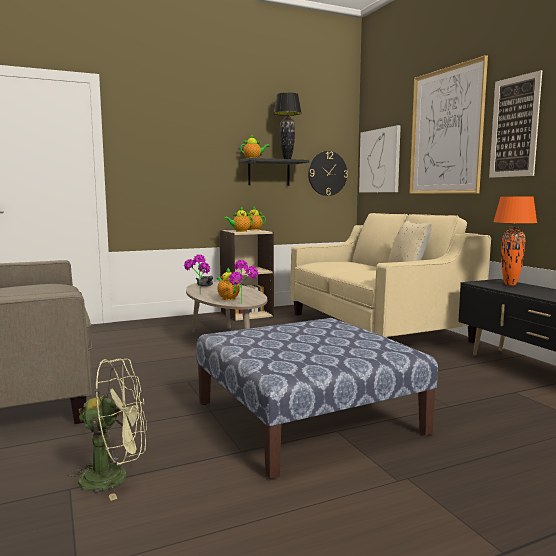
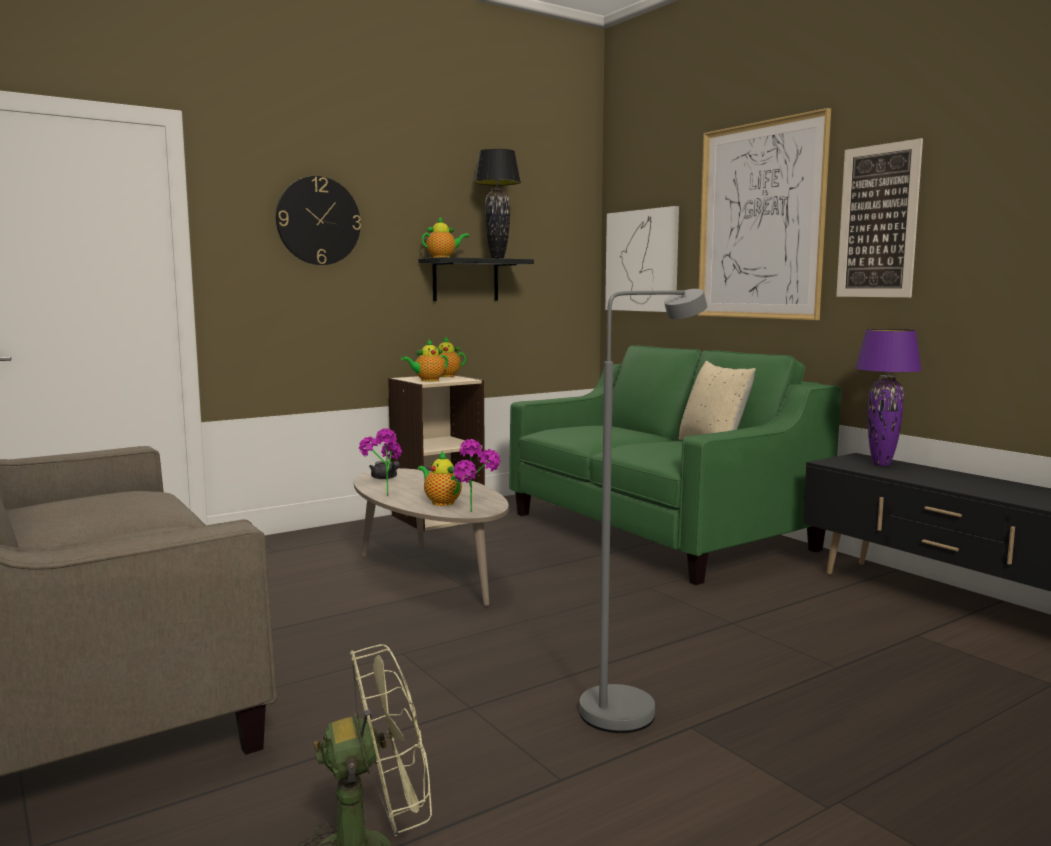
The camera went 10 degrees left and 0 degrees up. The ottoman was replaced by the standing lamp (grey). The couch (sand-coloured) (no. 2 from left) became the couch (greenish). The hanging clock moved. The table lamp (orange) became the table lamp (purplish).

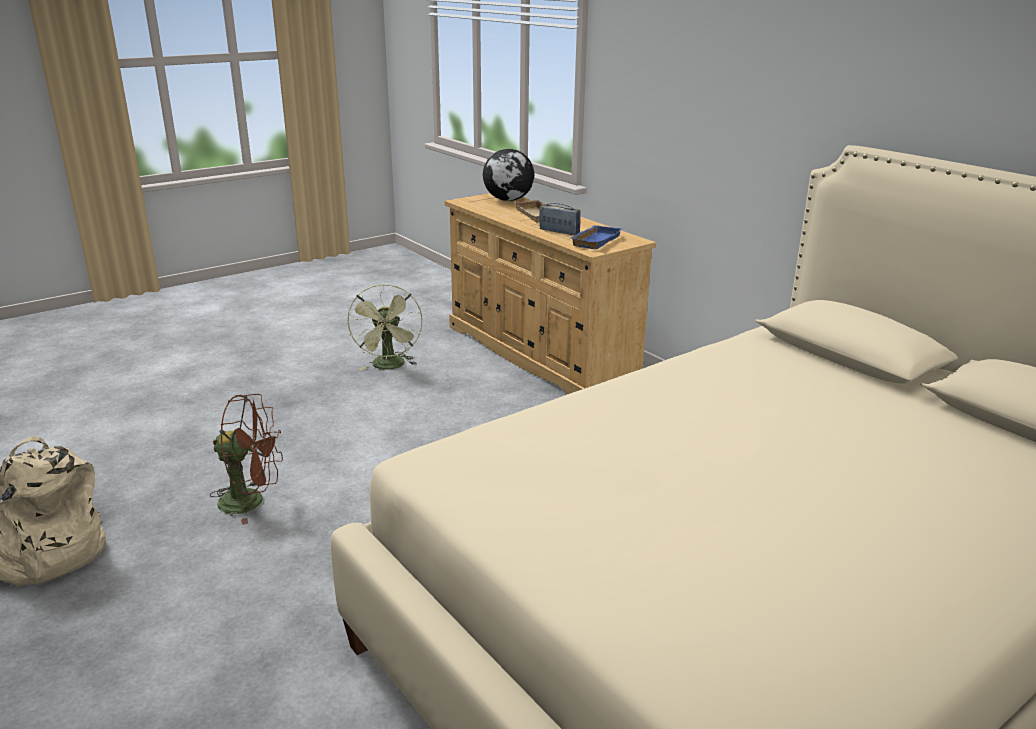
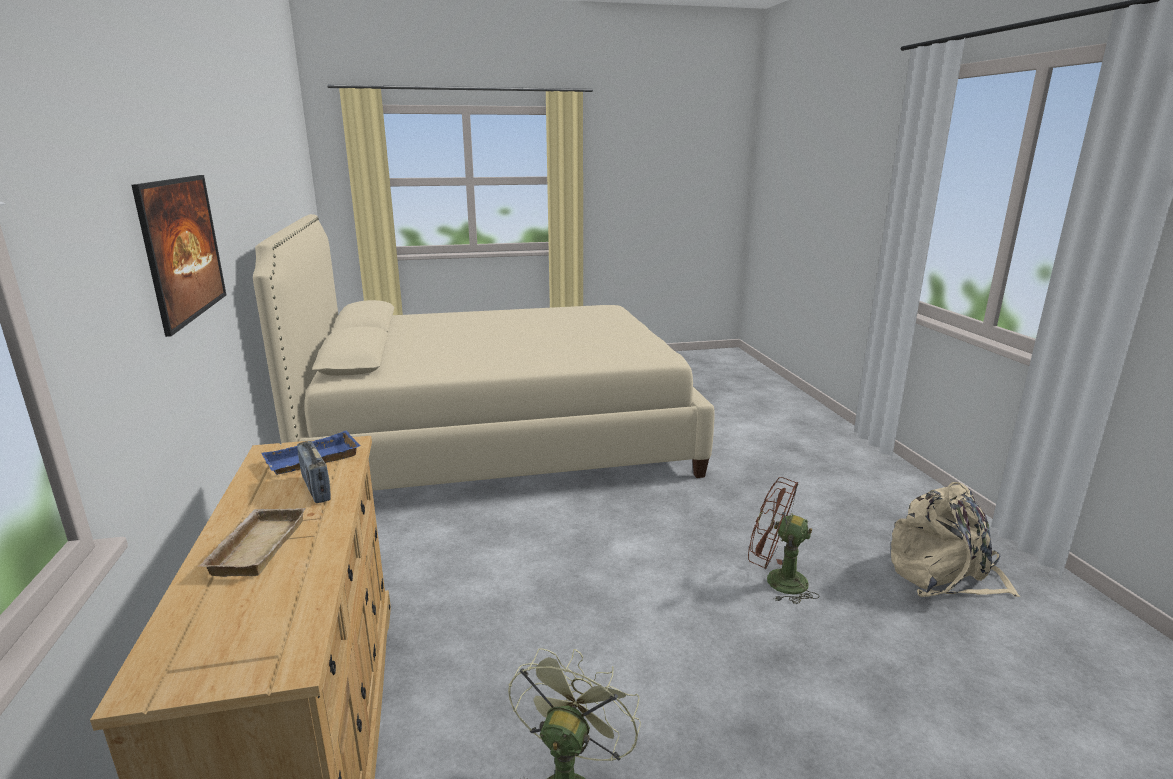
The camera went 155 degrees left and 5 degrees down. The world globe disappeared. The picture appeared.

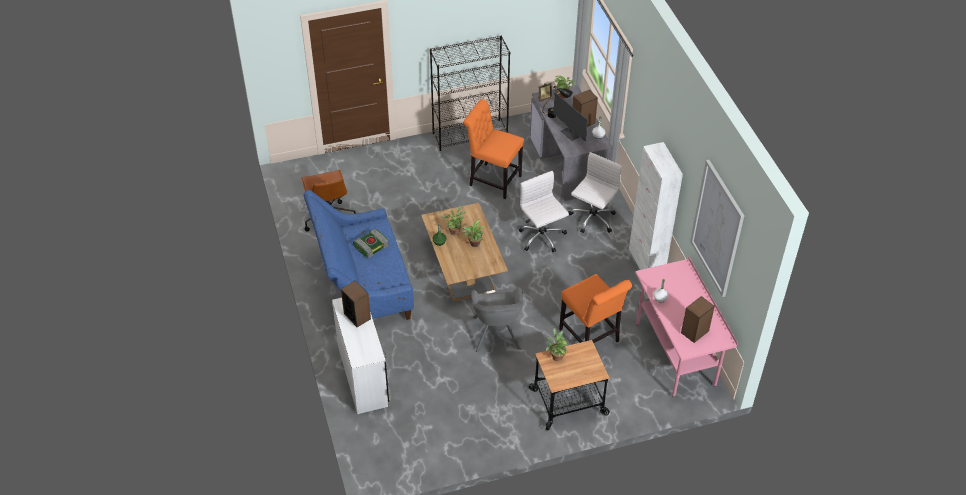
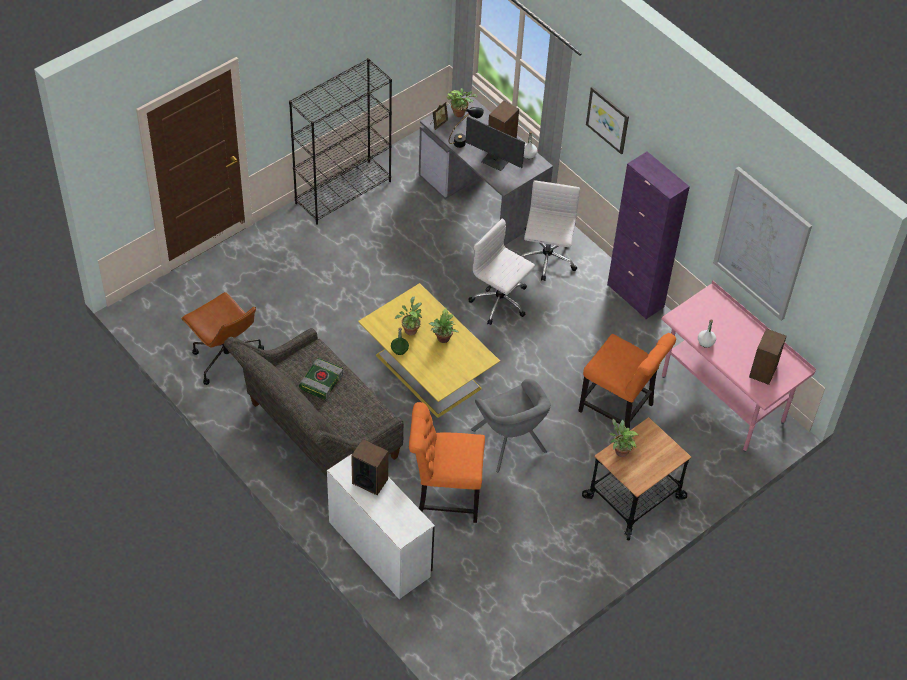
The camera went 25 degrees left and 5 degrees up. The couch (bluish) became the couch (grey). The coffee table (brown) became the coffee table (yellow-coloured). The chair (orange) (no. 1 from left) moved. The cupboard (white) became the cupboard (purplish). The picture (no. 1 from left) appeared.

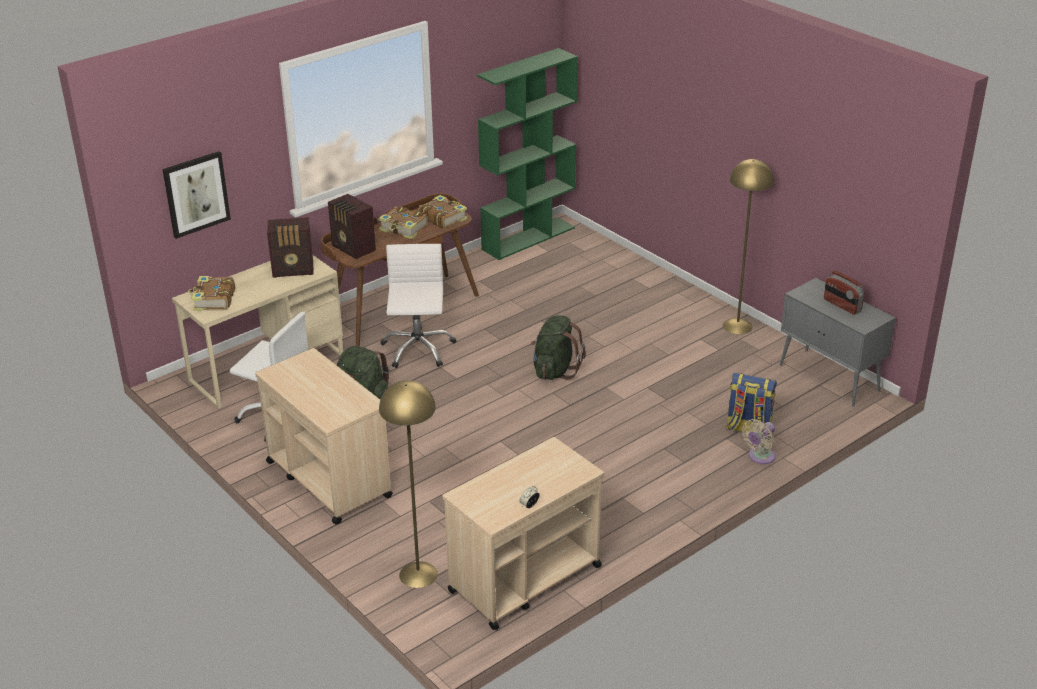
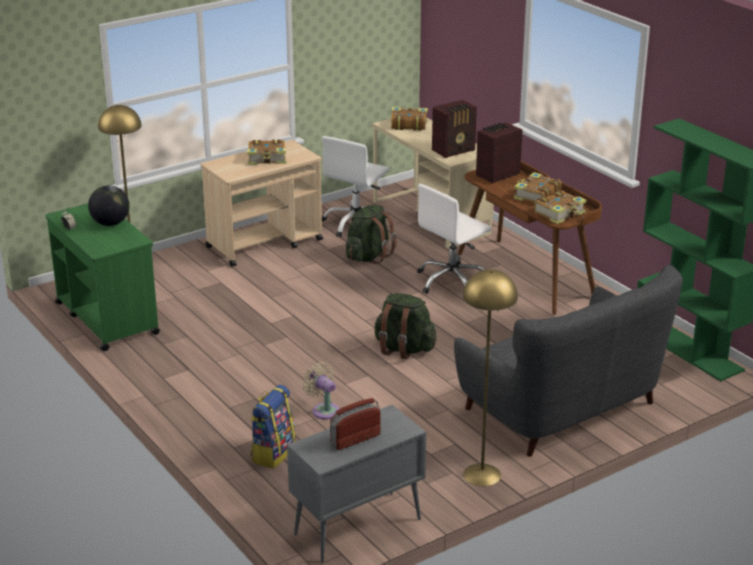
The camera went 95 degrees right and 5 degrees down. The picture disappeared. The radio (no. 1 from left in the first image) turned 120 degrees counterclockwise. The computer chair (white) (no. 2 from left) turned 135 degrees clockwise. The cart (sand-coloured) (no. 2 from left) became the cart (greenish). The fan (sand-coloured) moved. The world globe appeared. The volume (no. 1 from left) appeared. The couch (grey) appeared.

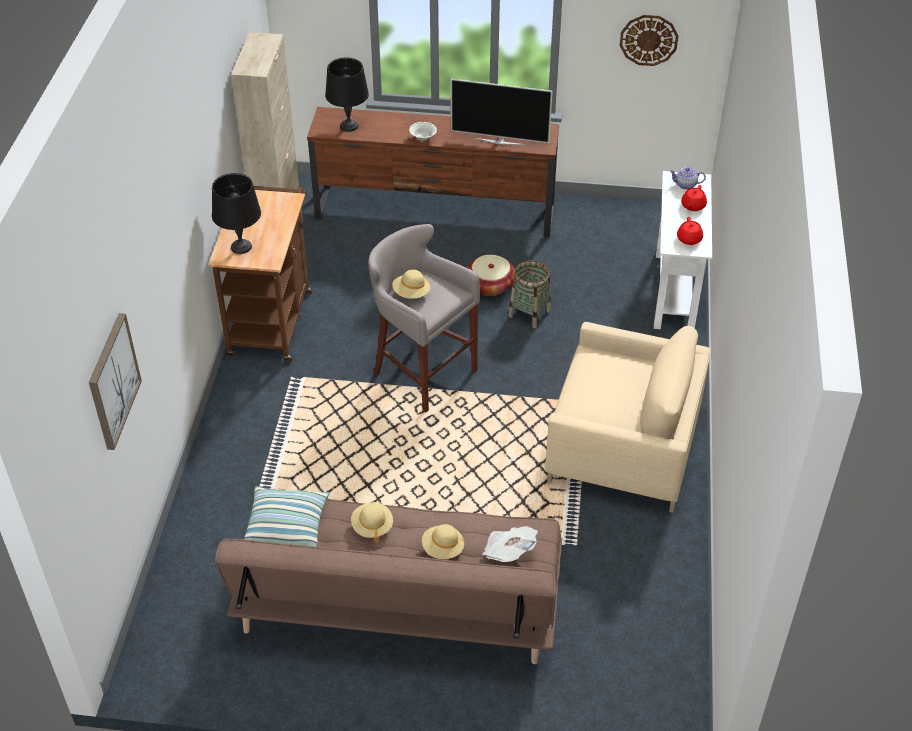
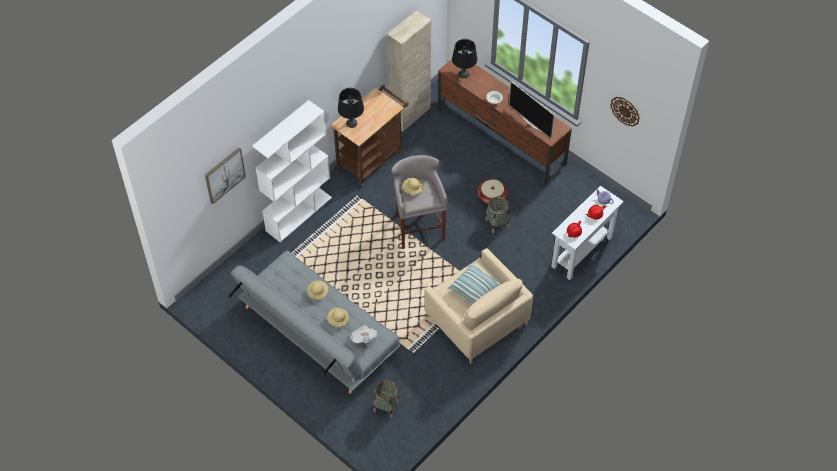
The camera went 35 degrees right and 10 degrees up. The couch (brown) became the couch (grey). The throw pillow moved. The bookcase (white) appeared. The basket (no. 1 from left) appeared.

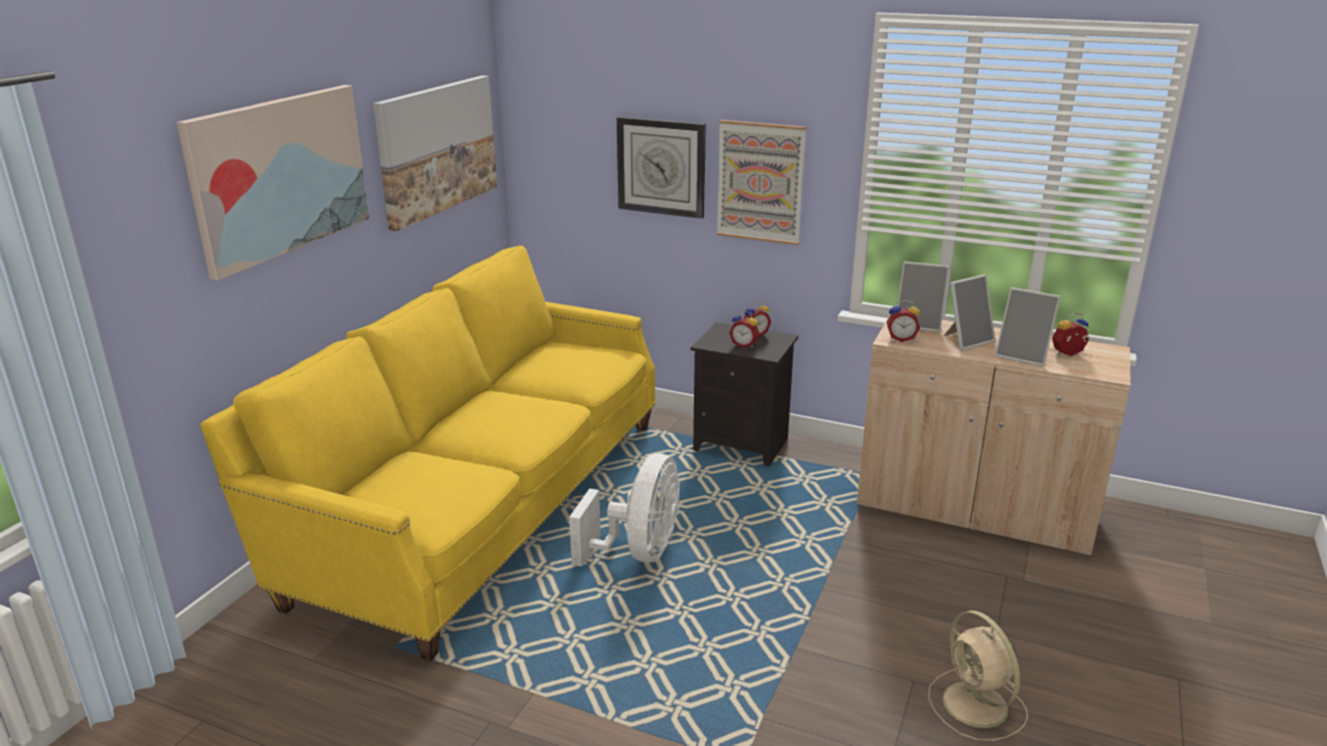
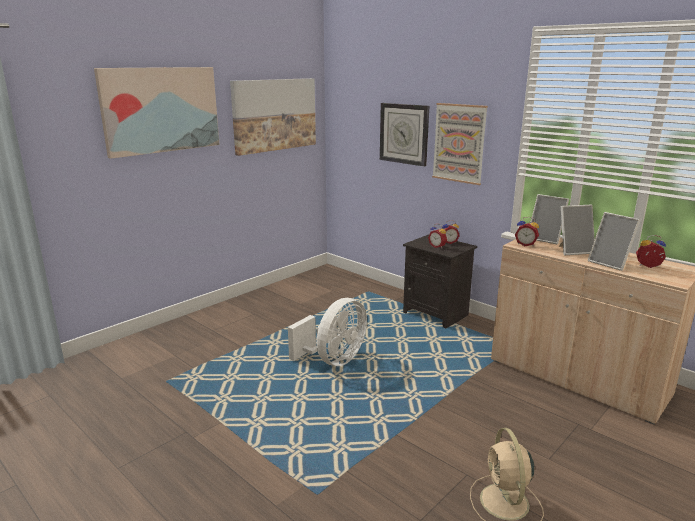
The camera went 20 degrees right and 5 degrees down. The couch (yellow-coloured) disappeared.

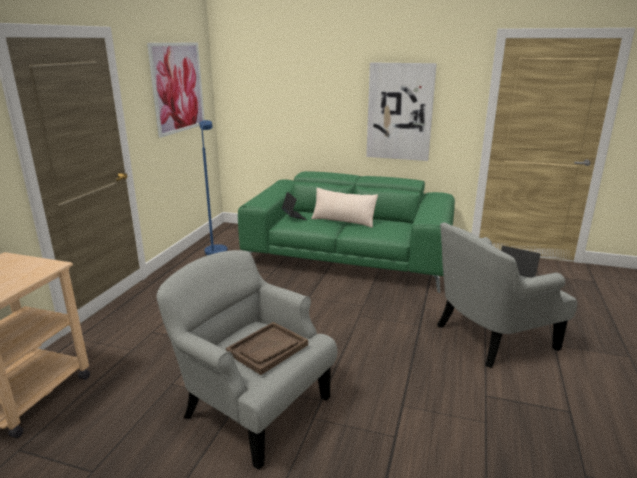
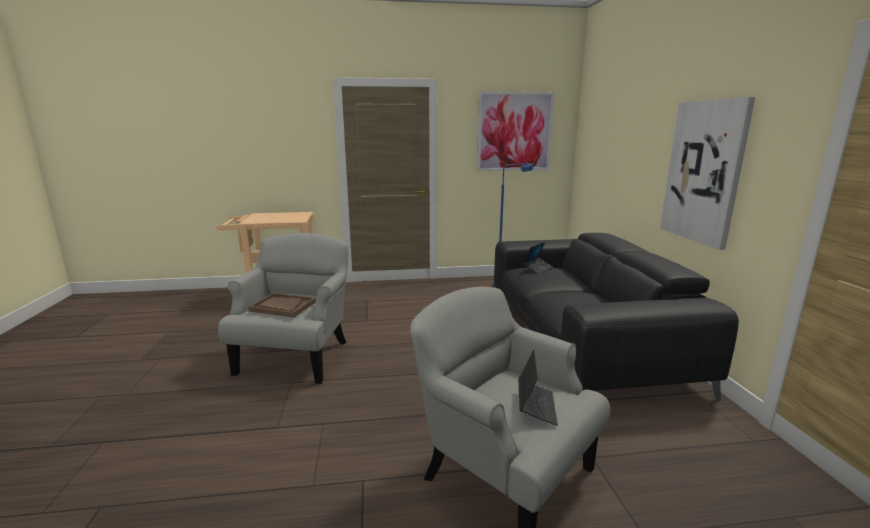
The camera went 65 degrees right and 5 degrees down. The couch (greenish) became the couch (black). The throw pillow (sand-coloured) disappeared.

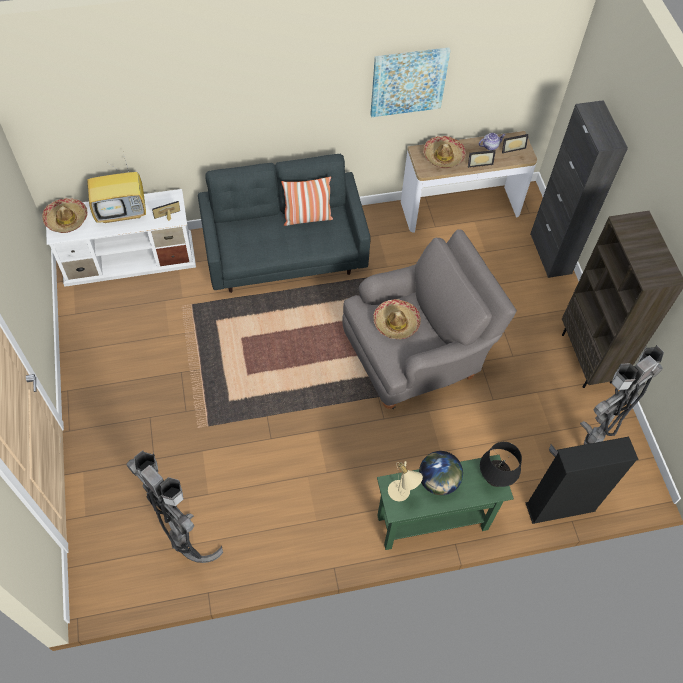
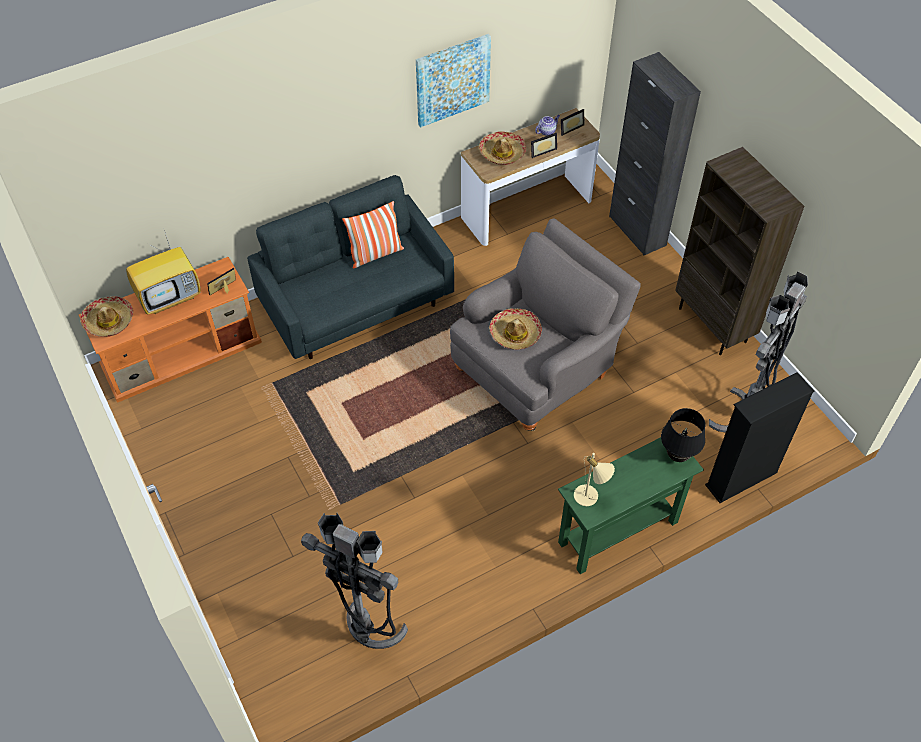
The camera went 15 degrees left and 5 degrees down. The media console (white) became the media console (orange). The world globe disappeared.

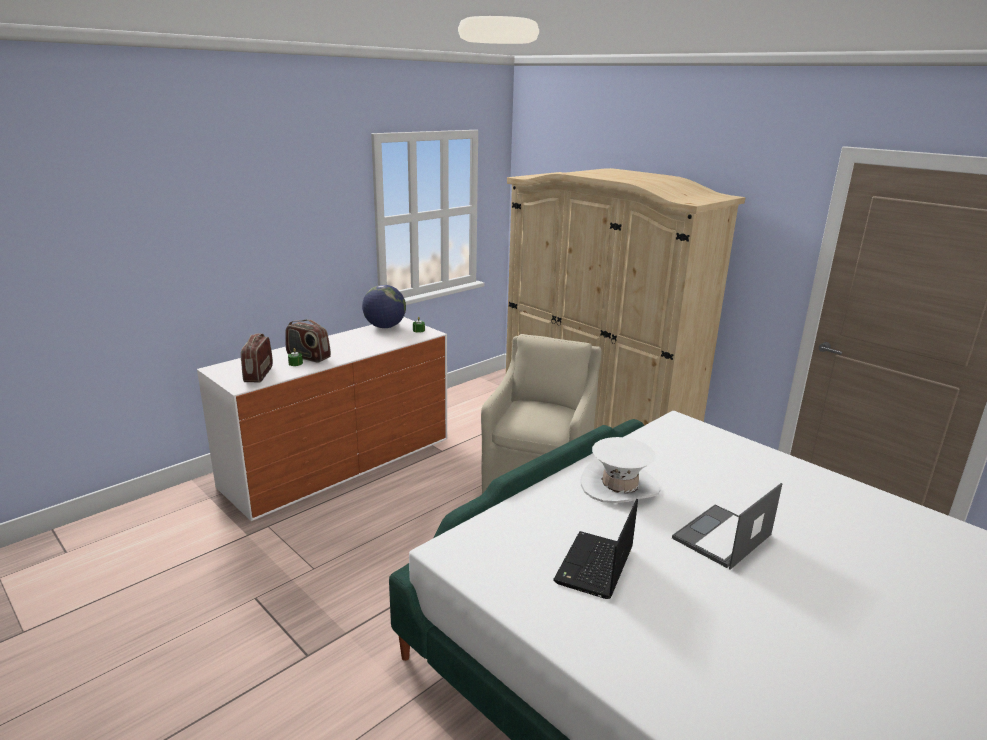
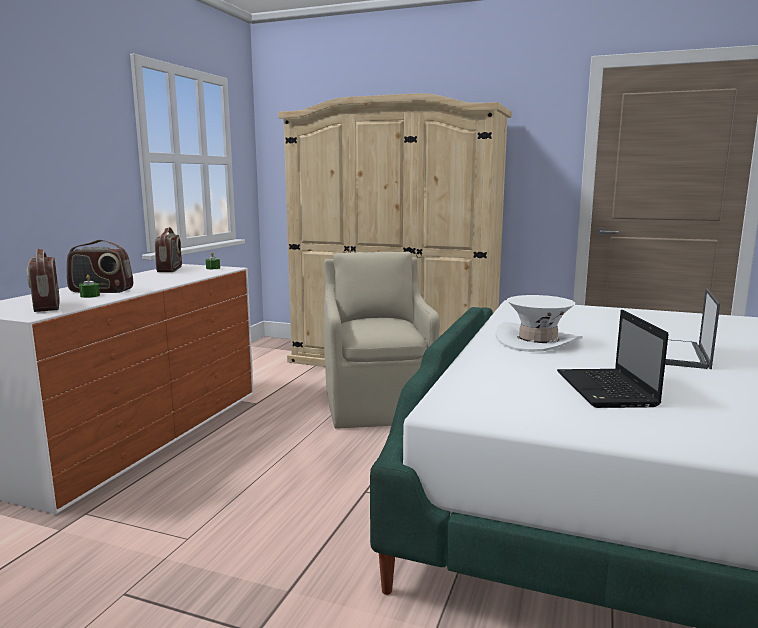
The camera went 25 degrees left and 10 degrees down. The world globe was replaced by the radio (no. 3 from left).

